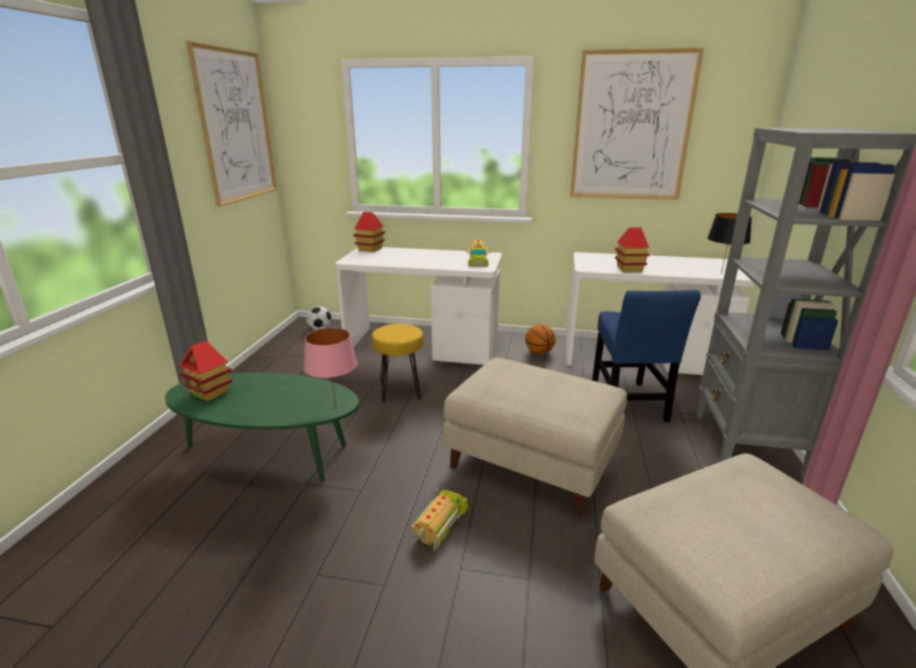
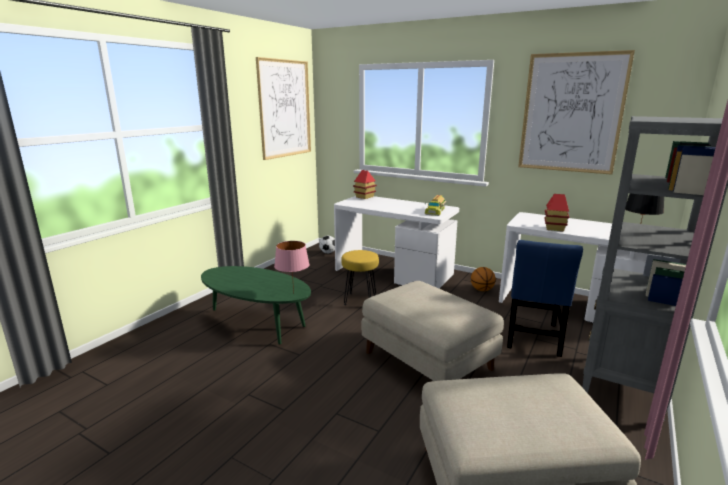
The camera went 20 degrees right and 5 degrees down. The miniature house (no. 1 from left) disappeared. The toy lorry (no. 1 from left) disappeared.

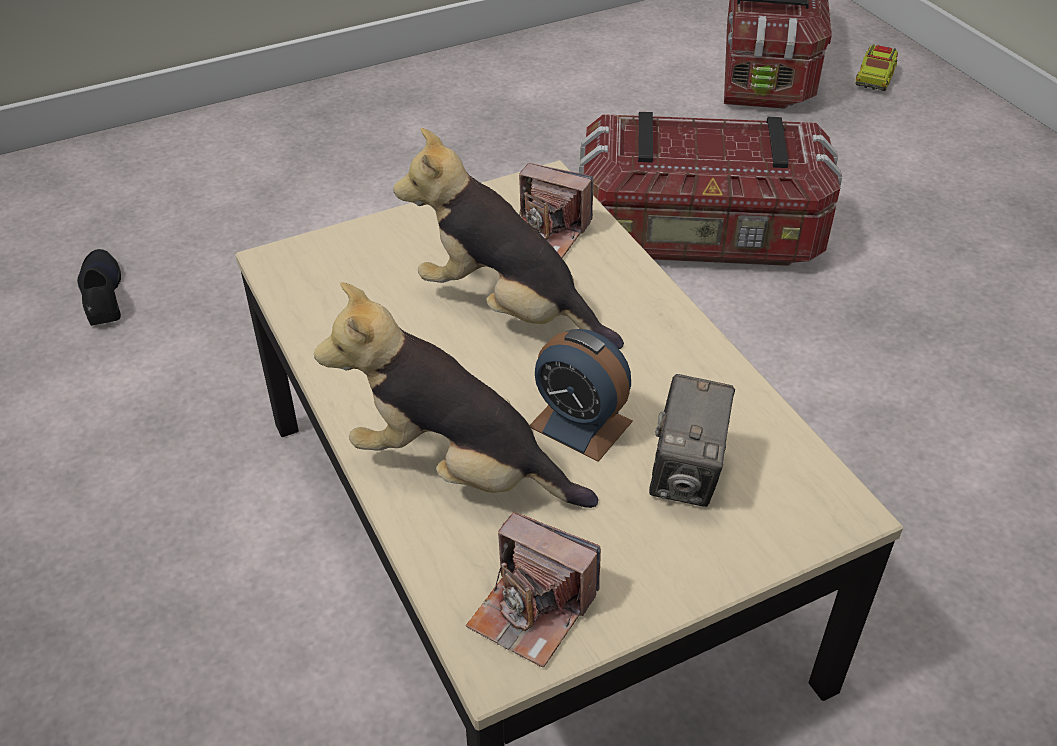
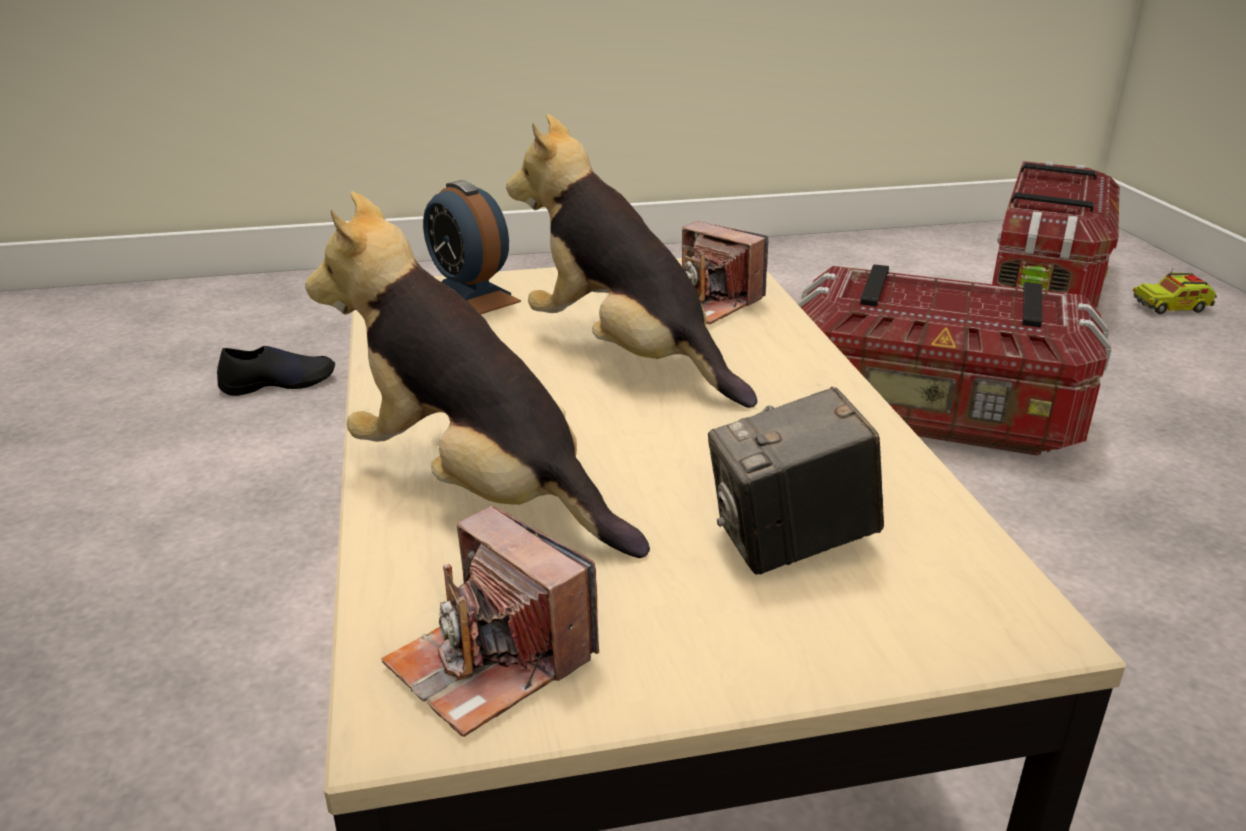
The camera went 15 degrees right and 15 degrees down. The item of footwear (black) turned 75 degrees clockwise. The alarm clock moved. The still camera (no. 3 from left) turned 45 degrees clockwise. The toy lorry turned 45 degrees clockwise.

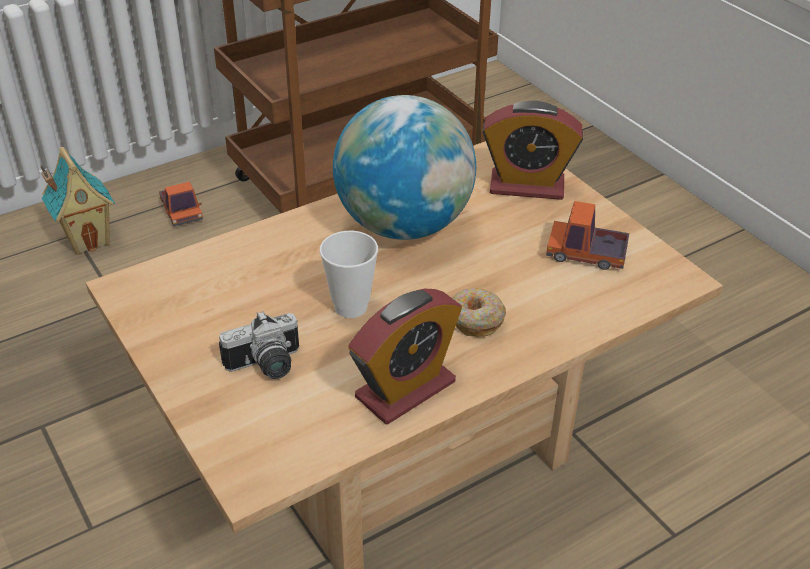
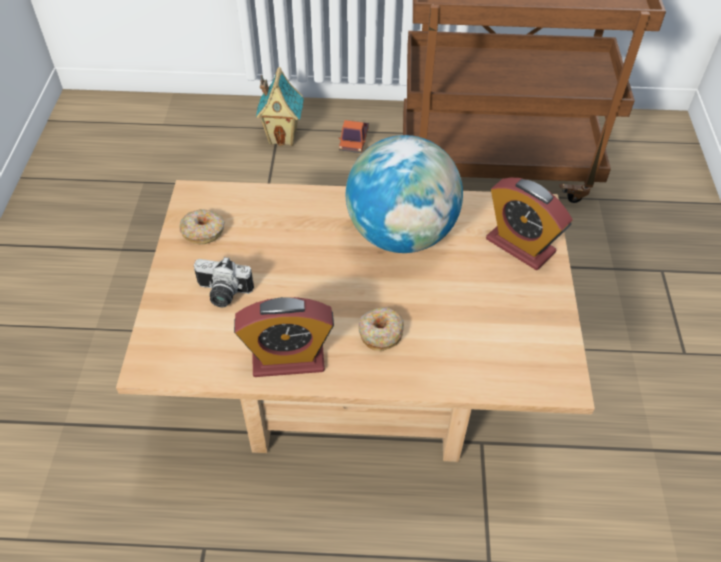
The camera went 35 degrees right and 10 degrees up. The cup disappeared. The toy lorry (no. 2 from left) disappeared. The ring doughnut (no. 1 from left) appeared.

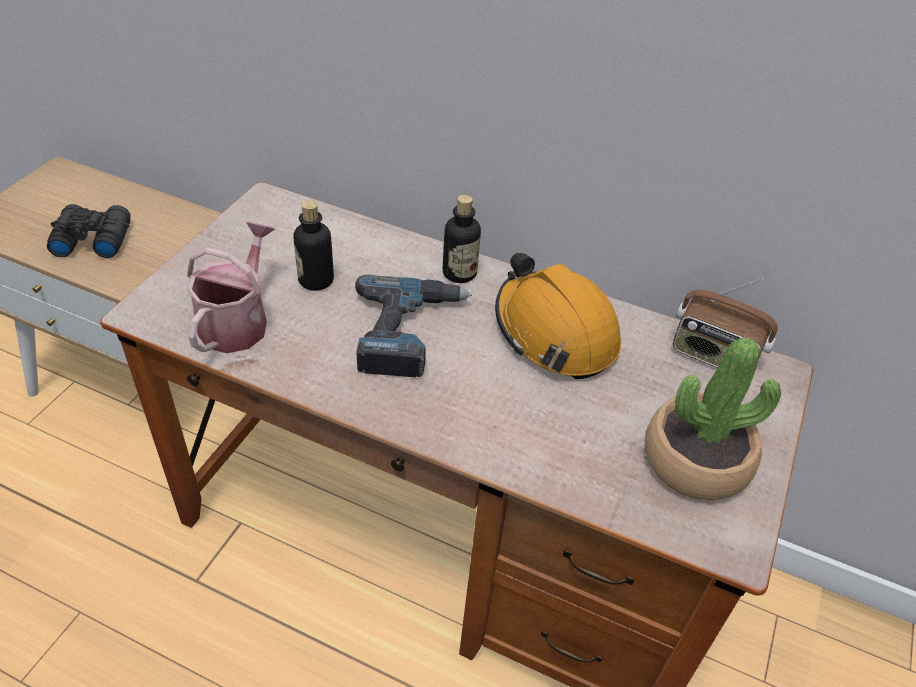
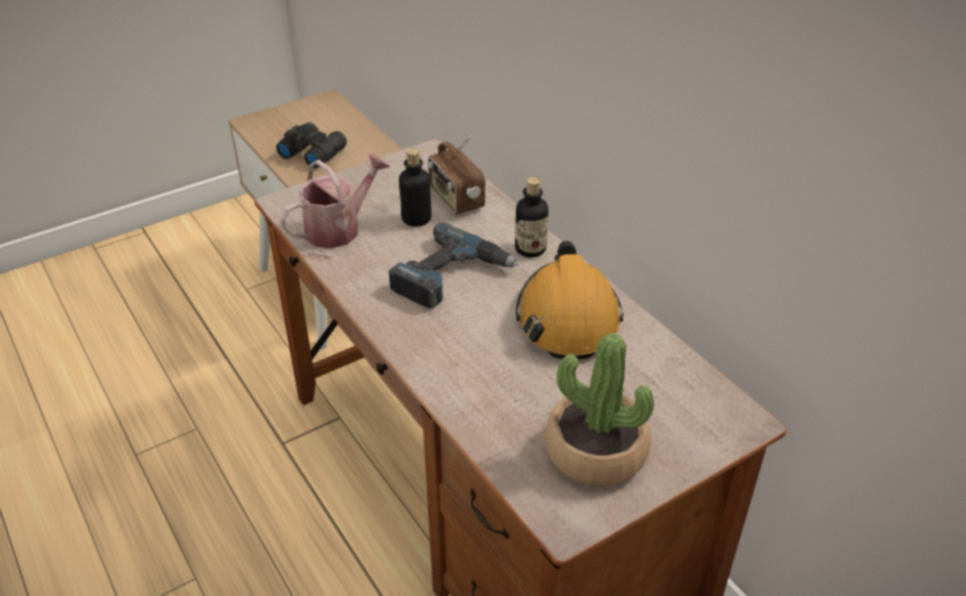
The camera went 35 degrees right and 5 degrees down. The radio moved.

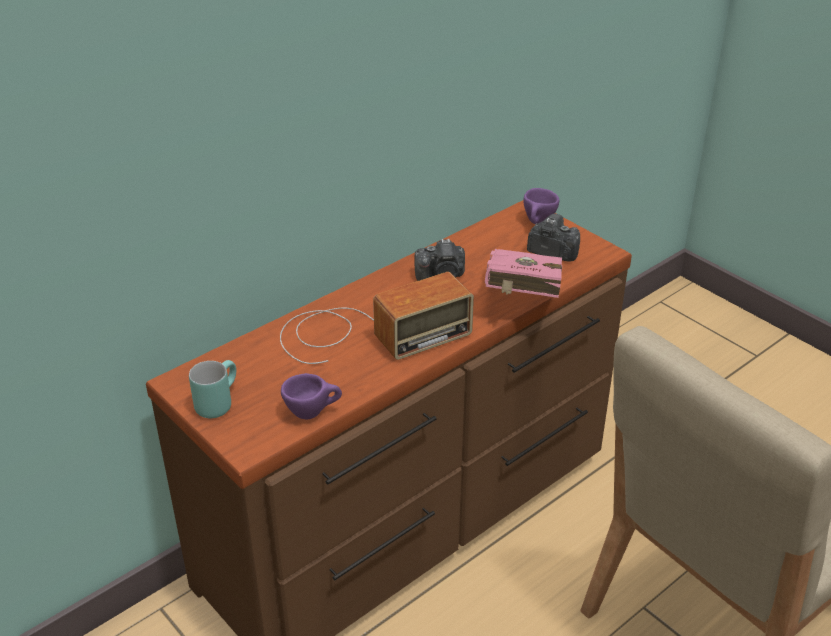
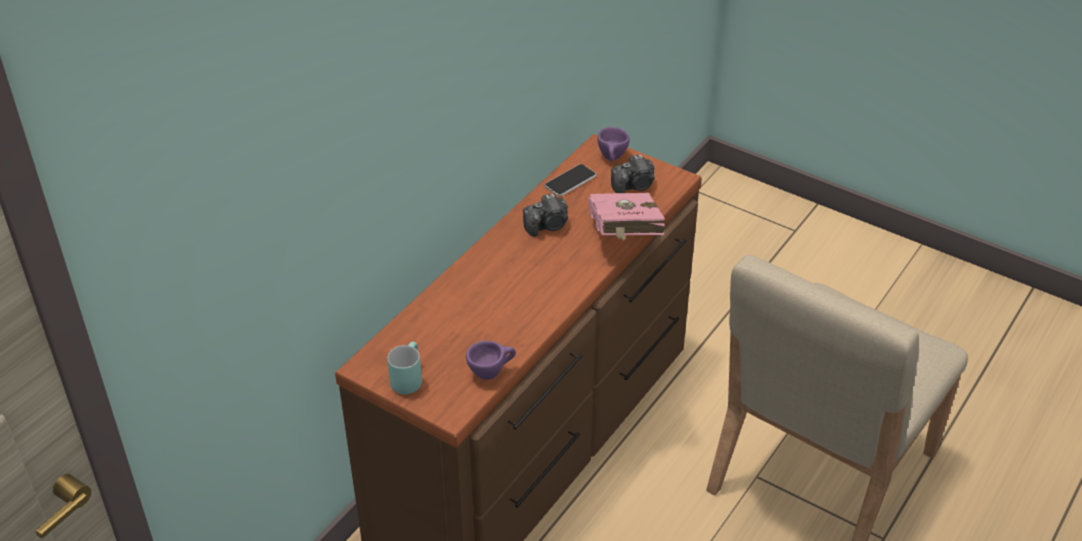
The camera went 15 degrees left and 5 degrees up. The radio disappeared. The still camera (no. 2 from left) turned 150 degrees clockwise. The phone appeared.

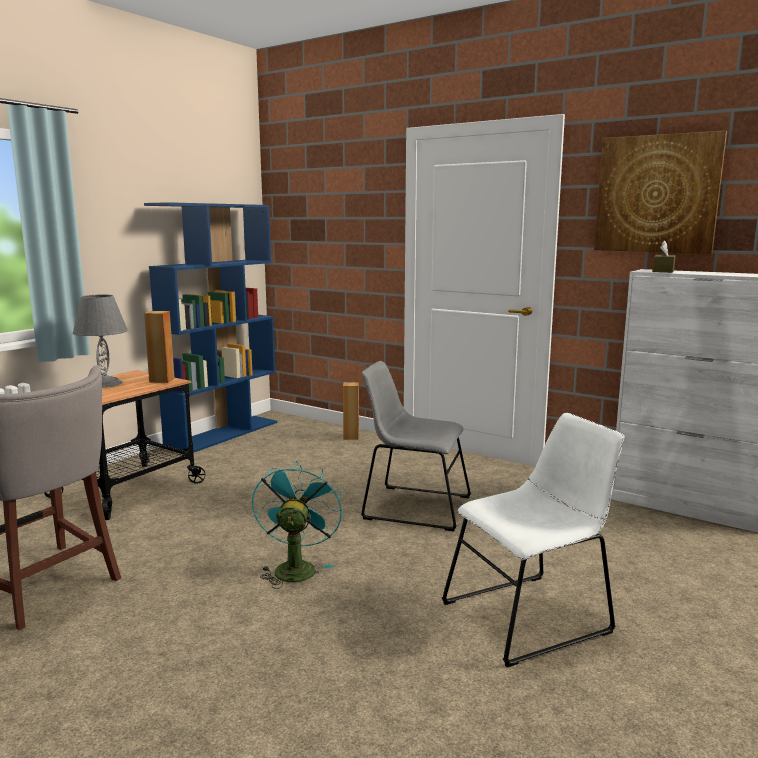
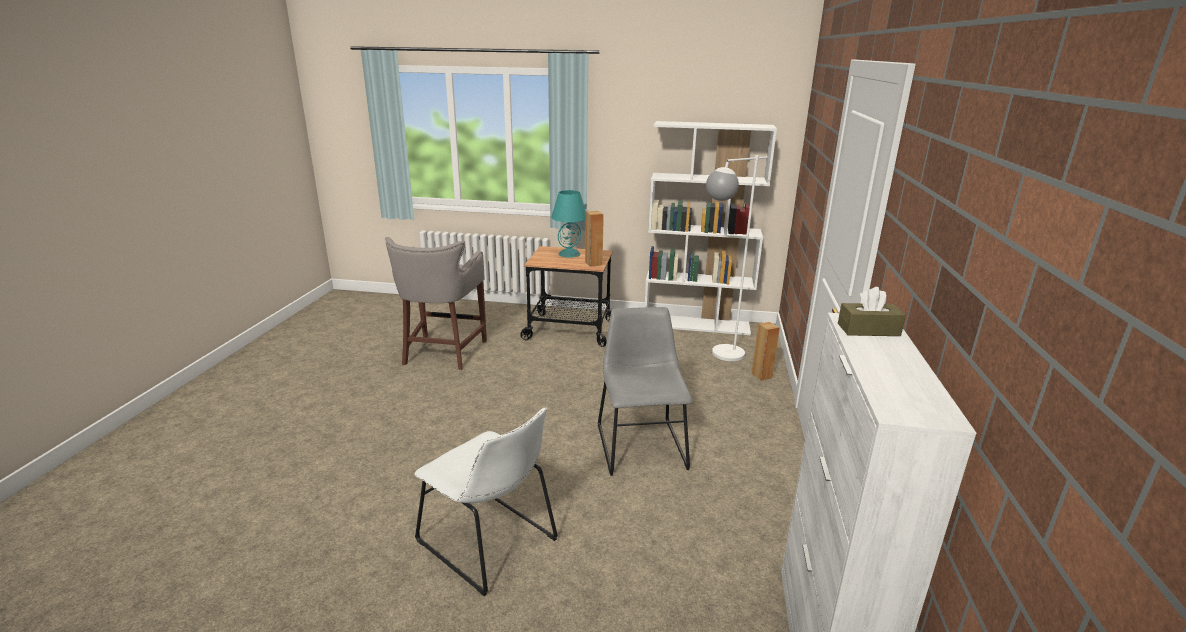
The camera went 65 degrees right and 10 degrees up. The table lamp (grey) became the table lamp (turquoise). The bookcase (bluish) became the bookcase (white). The fan (turquoise) disappeared. The picture disappeared. The standing lamp (white) appeared.

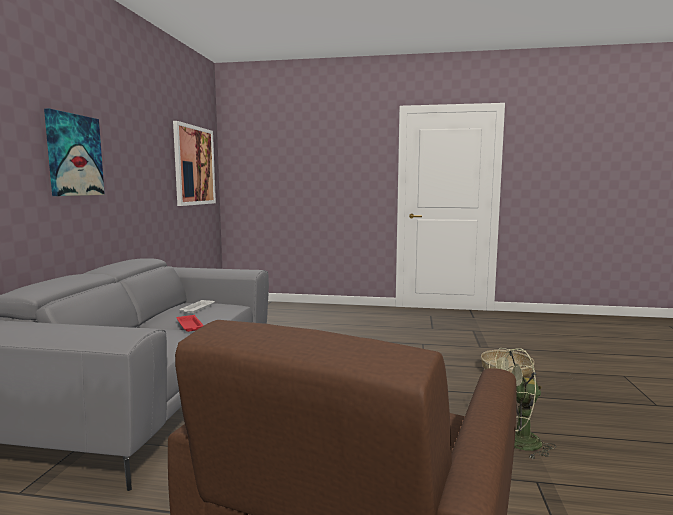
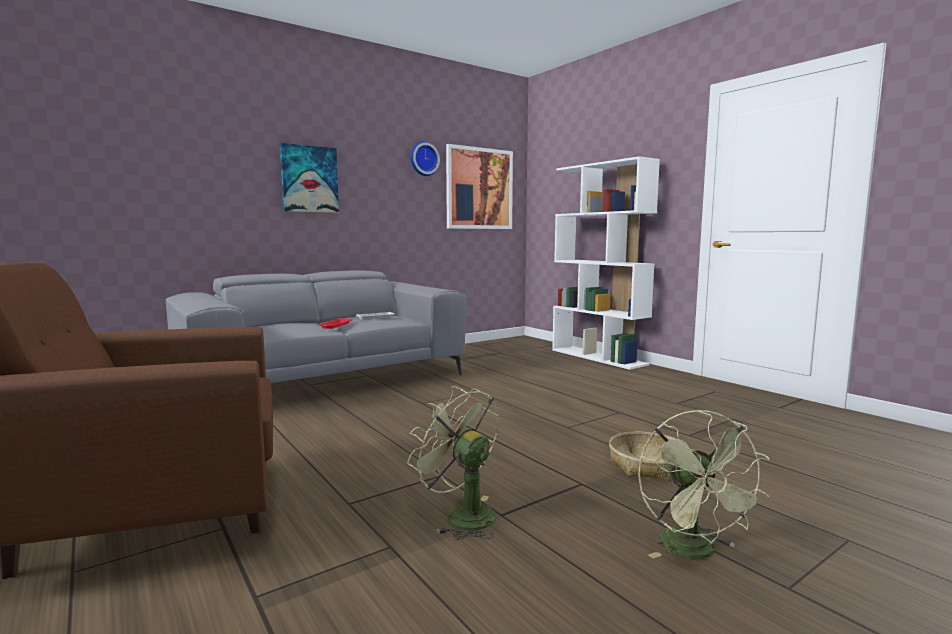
The camera went 45 degrees right and 0 degrees up. The hanging clock appeared. The bookcase (white) appeared. The fan (greenish) (no. 2 from left) appeared.

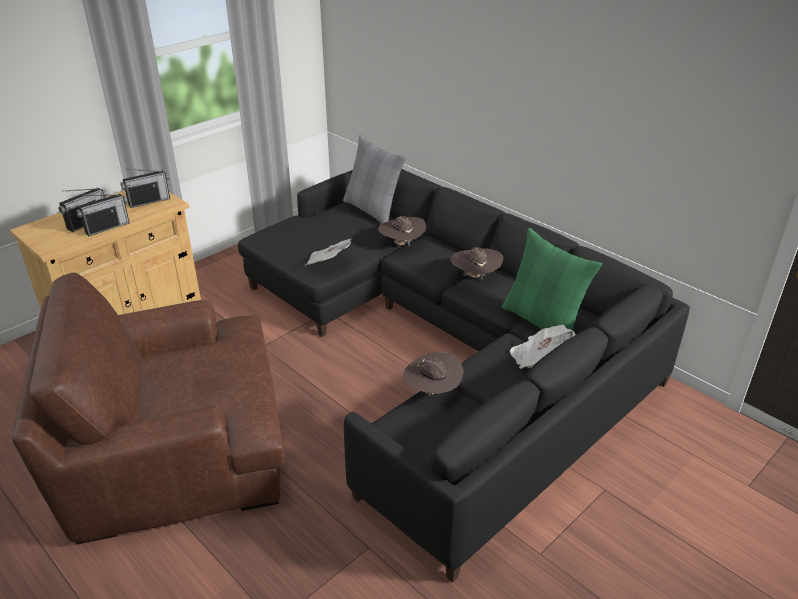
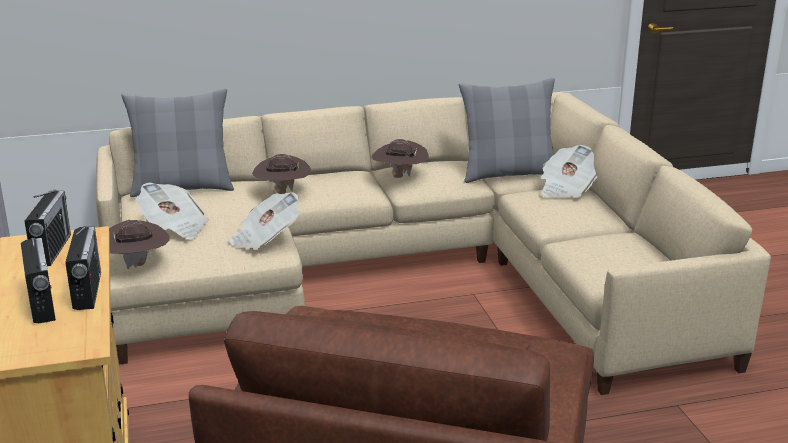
The camera went 60 degrees left and 10 degrees down. The couch (black) became the couch (sand-coloured). The wearable hat (brown) (no. 2 from left in the first image) moved. The throw pillow (greenish) became the throw pillow (grey) (no. 2 from left). The daily paper (no. 1 from left) appeared.

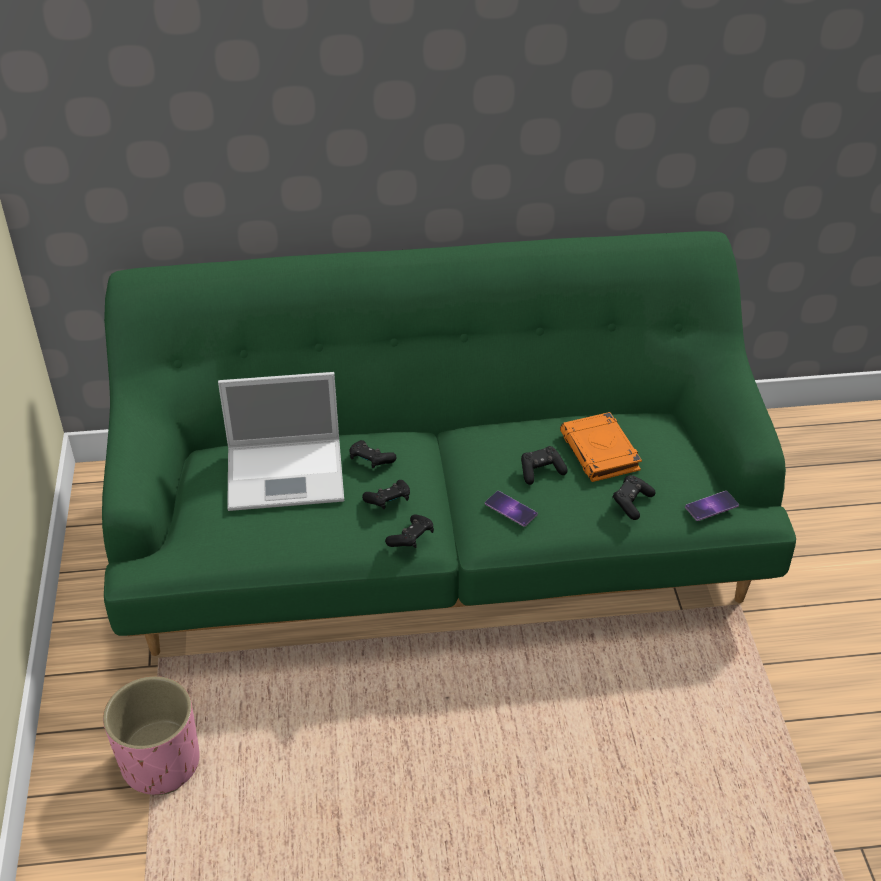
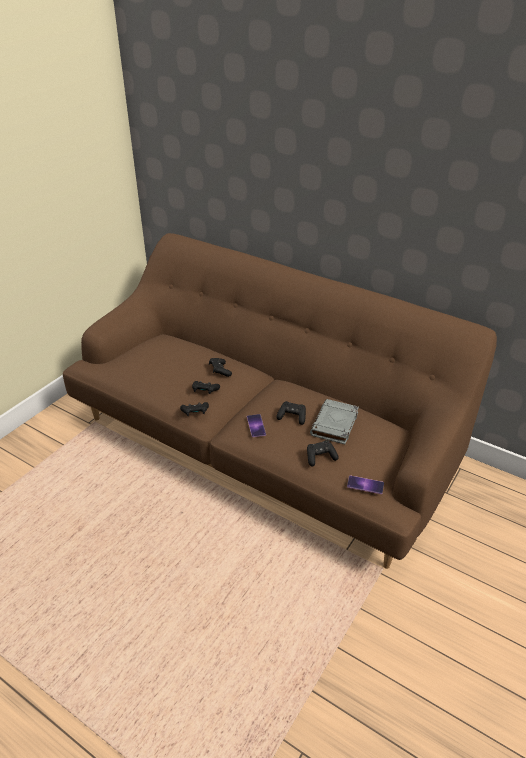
The camera went 40 degrees right and 5 degrees down. The couch (greenish) became the couch (brown). The flower pot (pink-coloured) disappeared. The portable computer disappeared. The volume (orange) became the volume (grey).

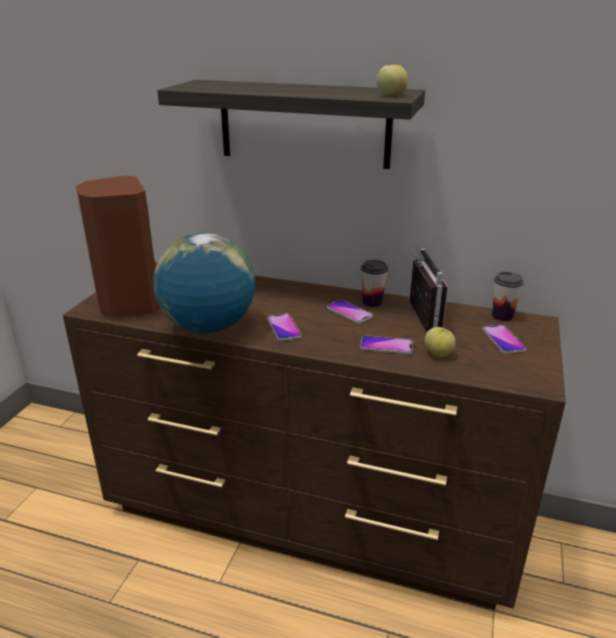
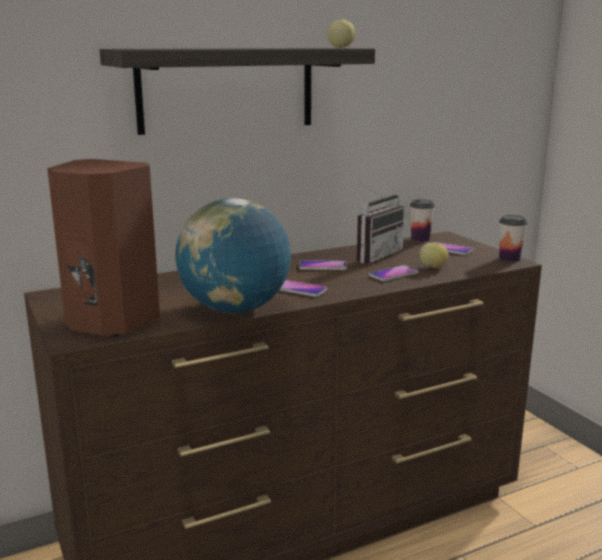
The camera went 45 degrees left and 10 degrees down. The cup (no. 1 from left in the first image) moved. The radio turned 90 degrees clockwise.

